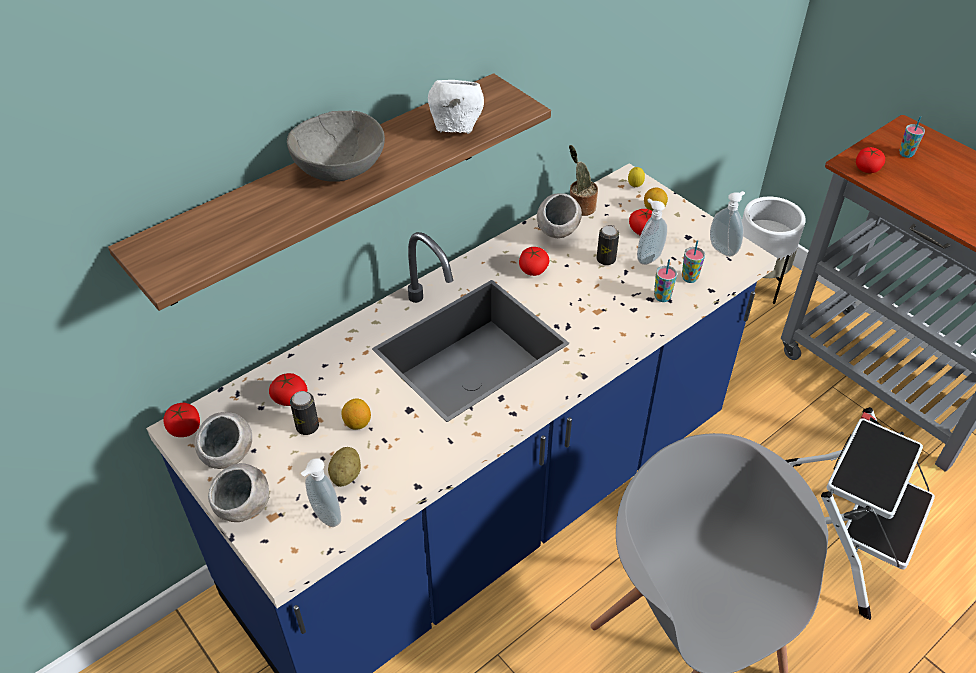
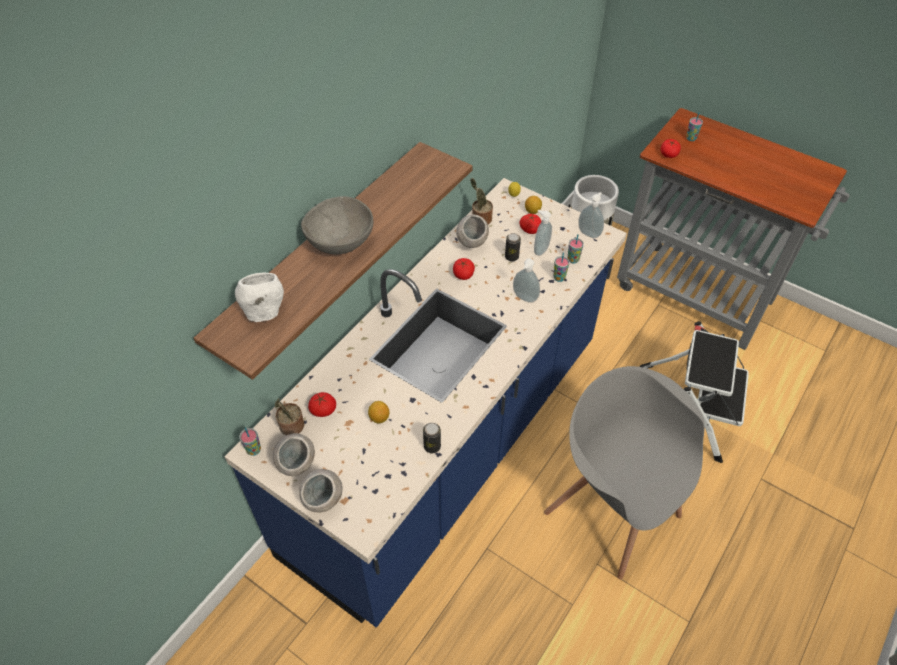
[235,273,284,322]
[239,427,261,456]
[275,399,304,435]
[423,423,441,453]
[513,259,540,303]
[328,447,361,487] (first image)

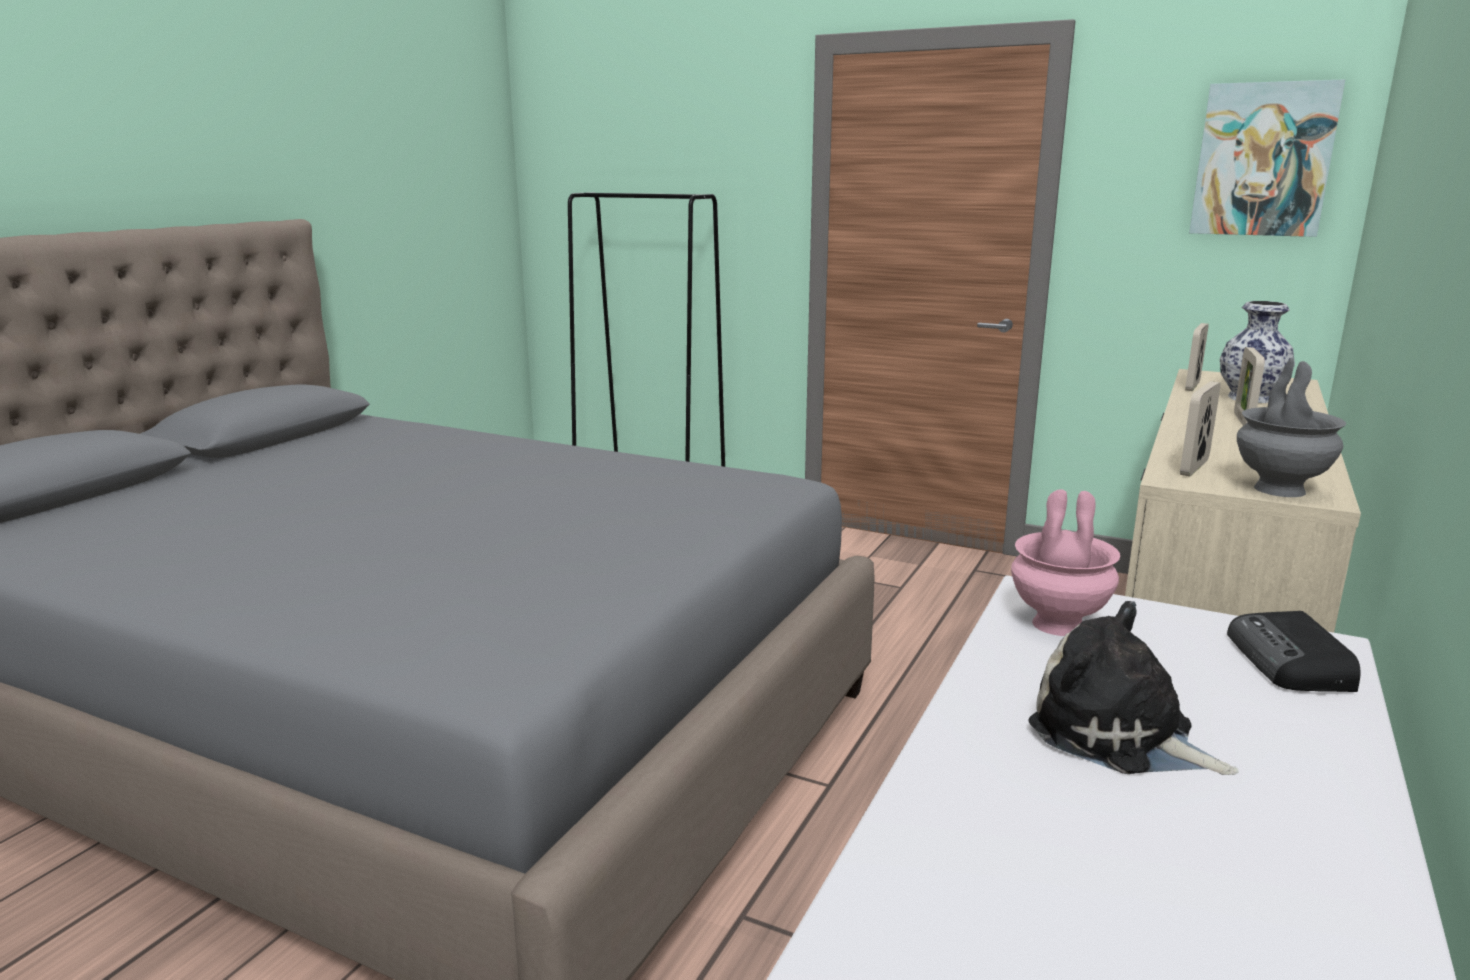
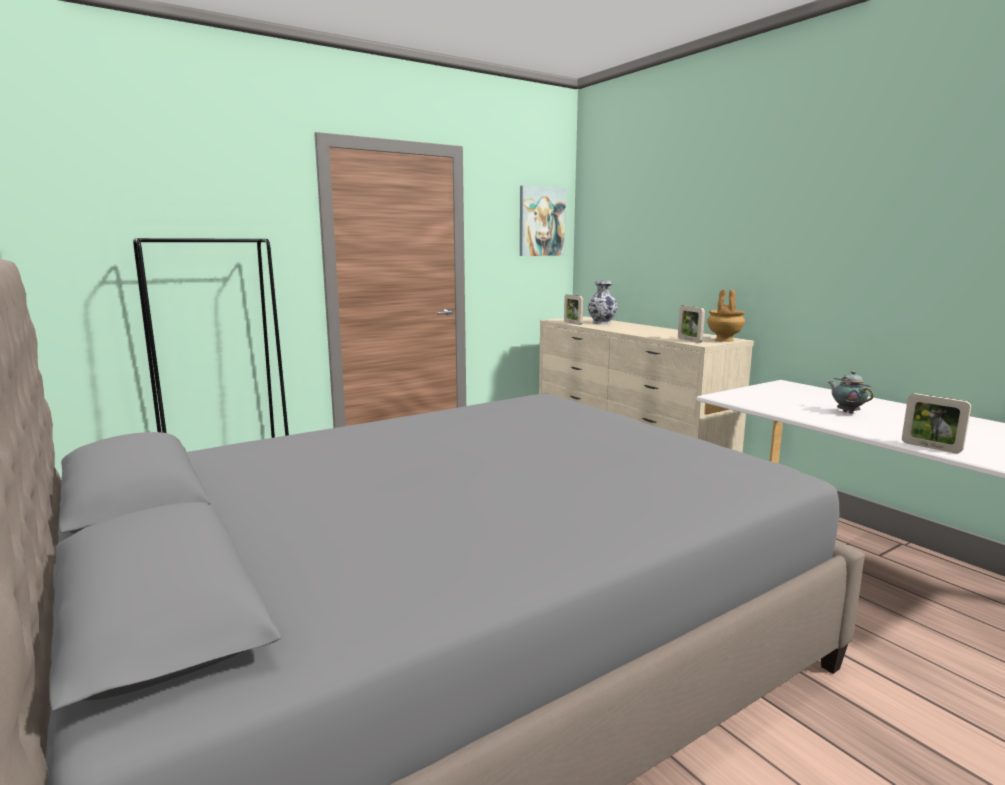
[707,289,745,342]
[828,371,874,414]
[902,393,971,453]
[1011,489,1120,636] (first image)
[1227,611,1360,692] (first image)

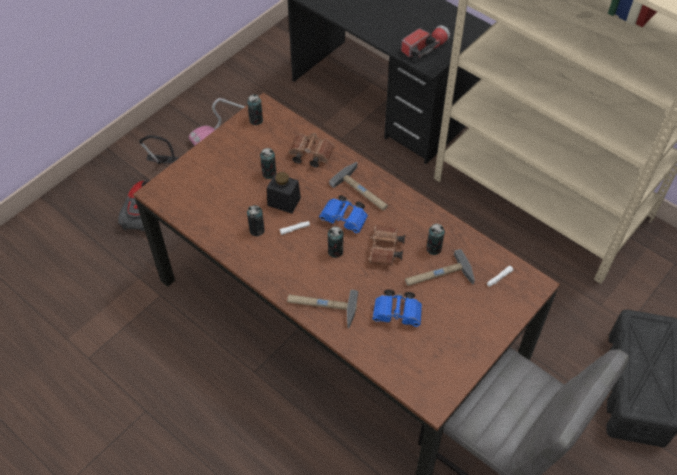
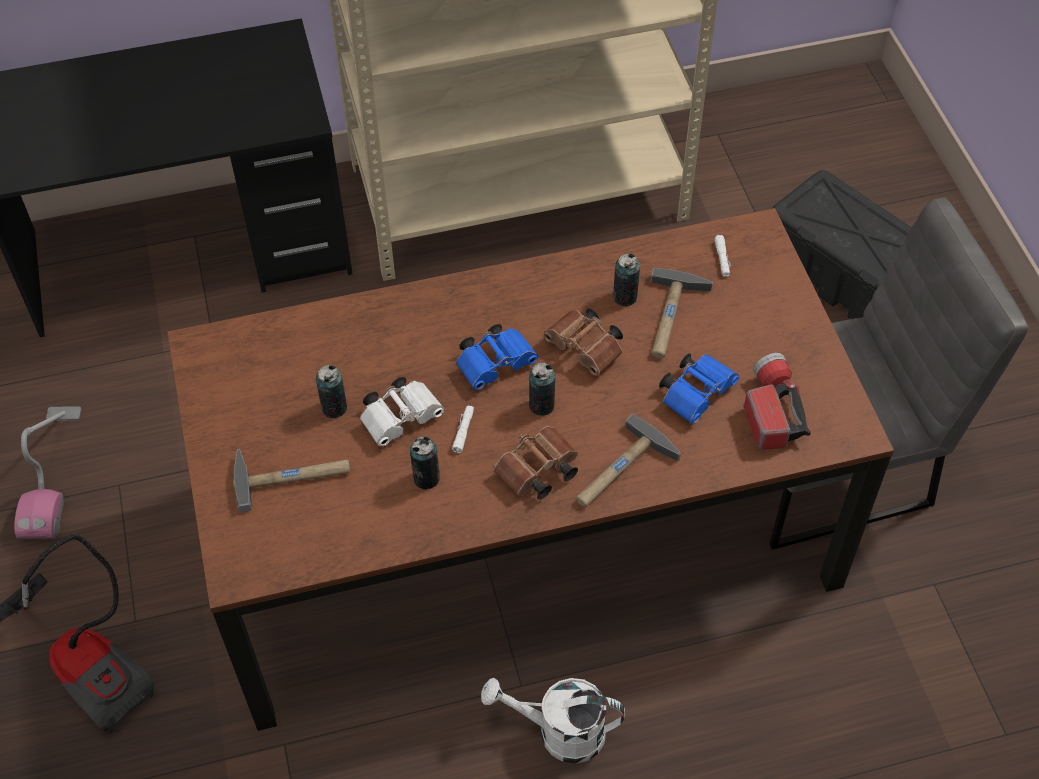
[233,449,350,512]
[360,377,444,447]
[481,678,625,764]
[493,426,578,500]
[744,353,811,450]
[247,94,263,125] (first image)

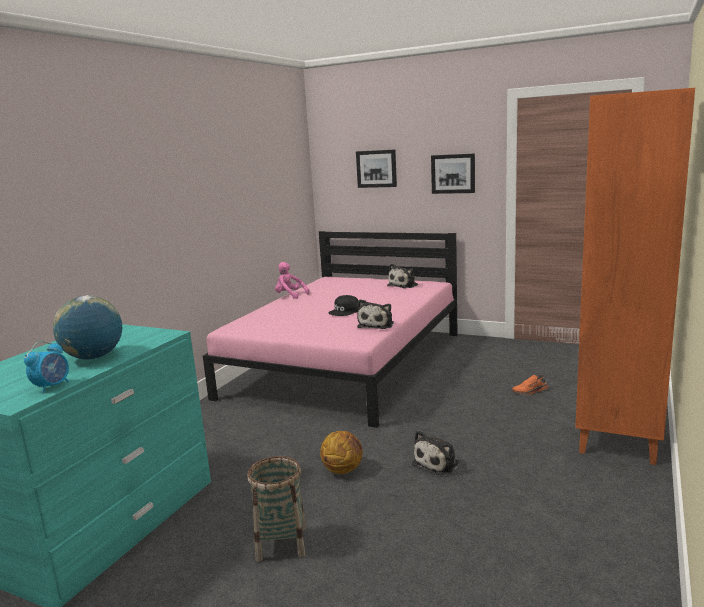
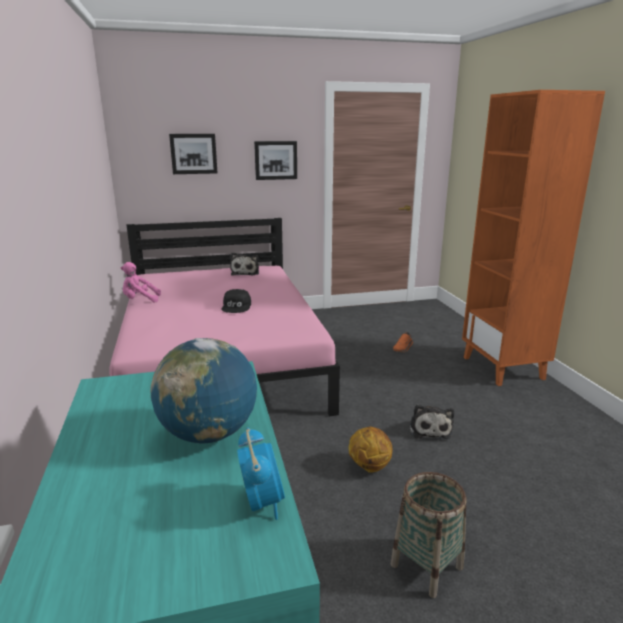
[357,299,394,329] (first image)

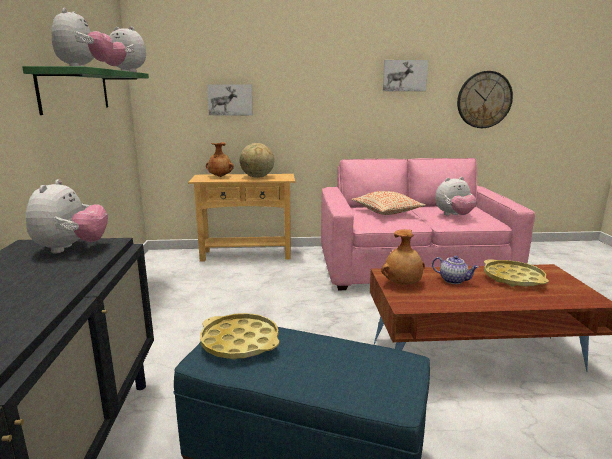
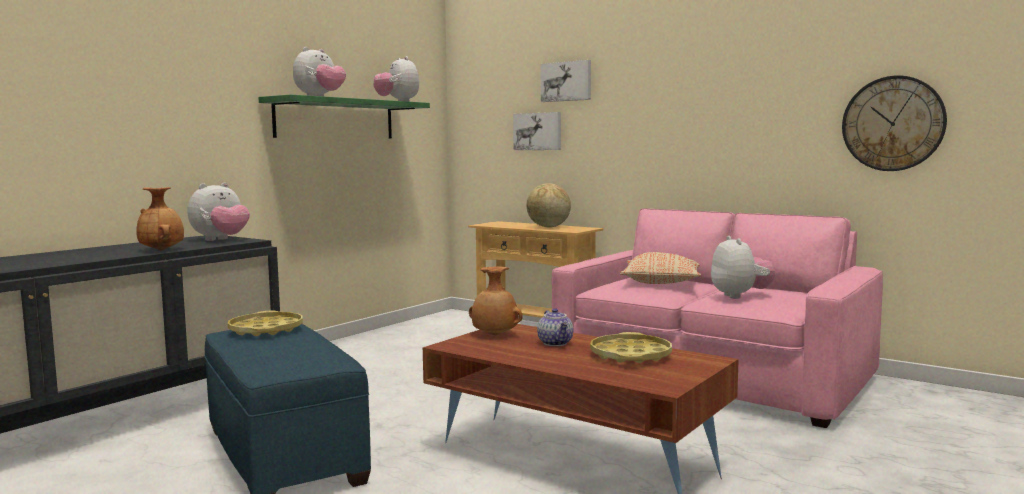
[136,187,184,250]
[541,60,591,102]
[711,236,775,299]

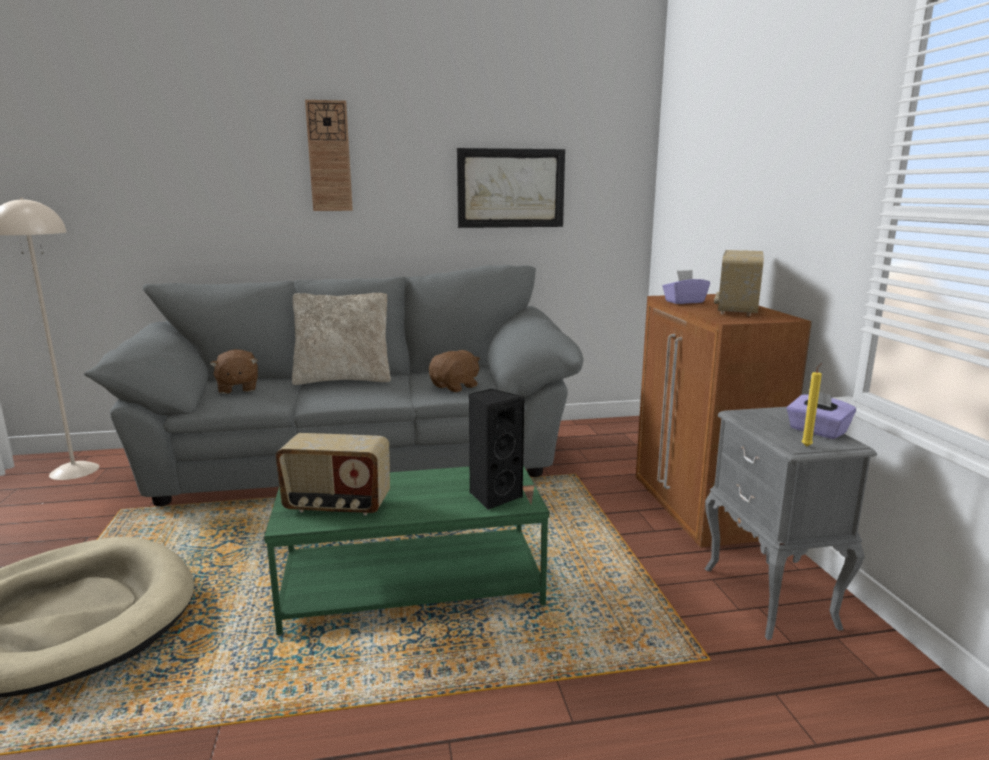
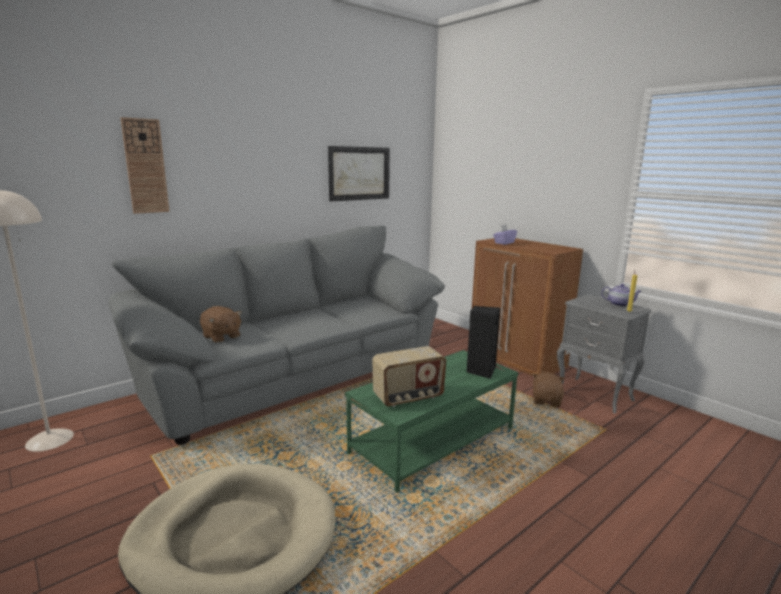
[120,117,170,214]
[532,372,565,407]
[601,284,642,307]
[292,292,391,385] (first image)
[714,250,764,316] (first image)

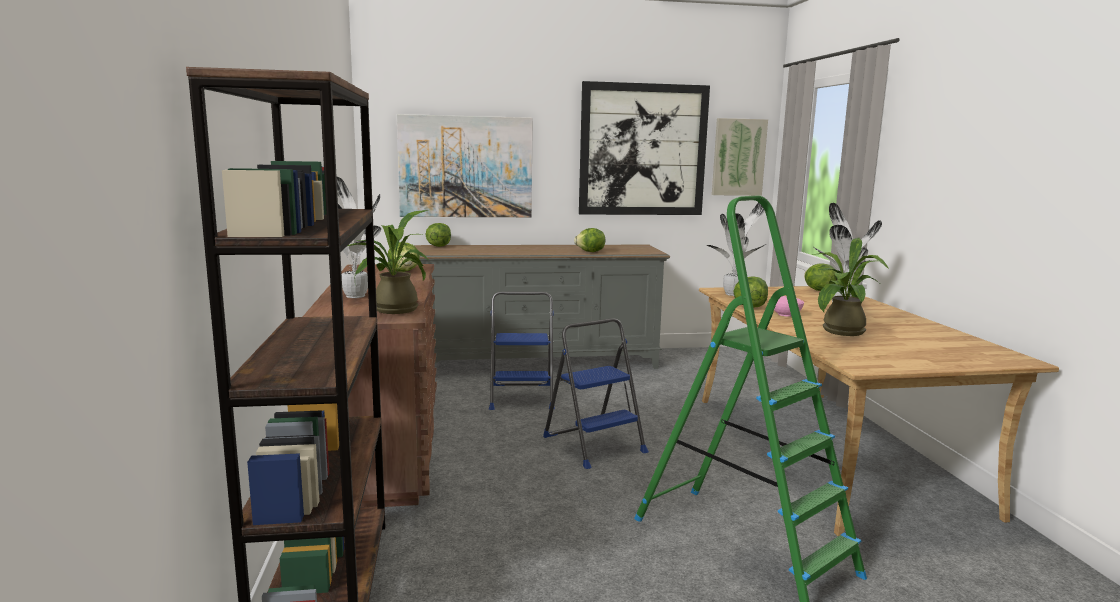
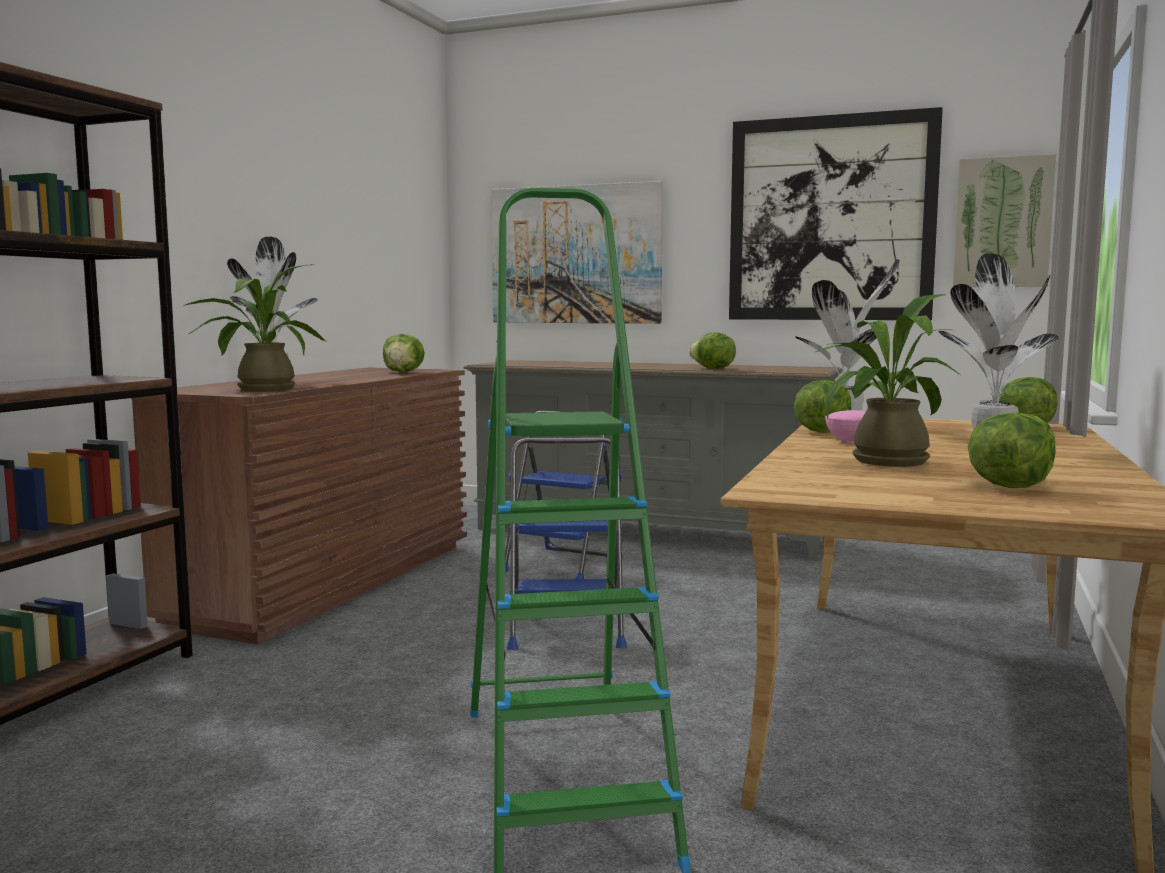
[968,413,1056,488]

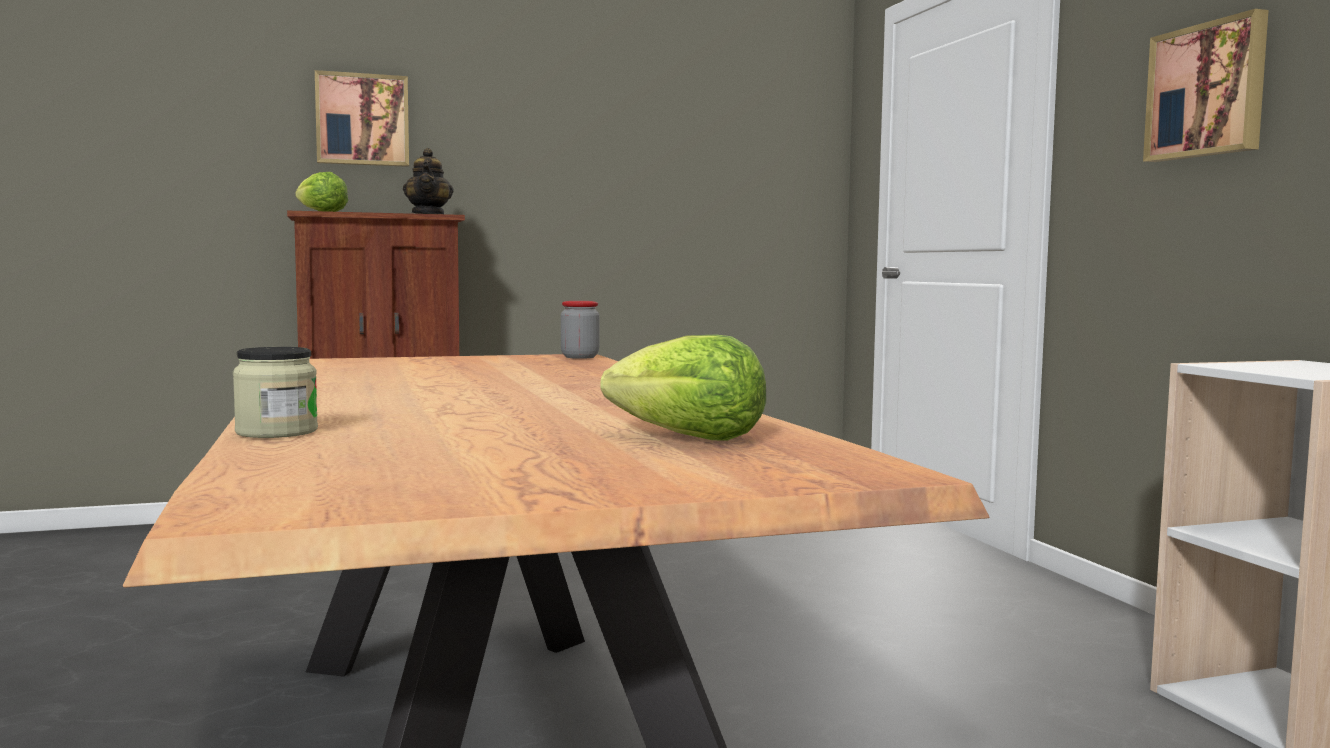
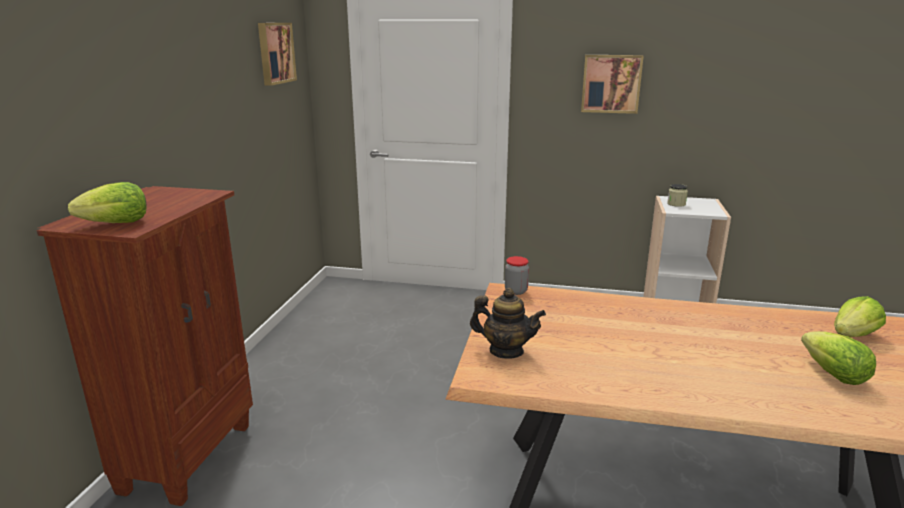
[258,23,297,86]
[470,288,546,359]
[667,184,688,207]
[801,331,876,385]

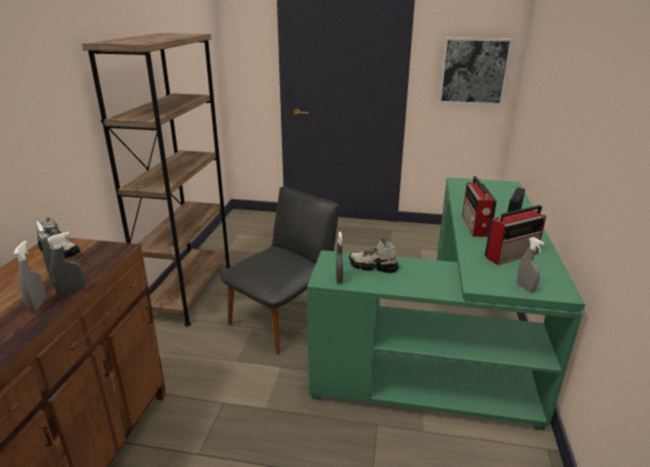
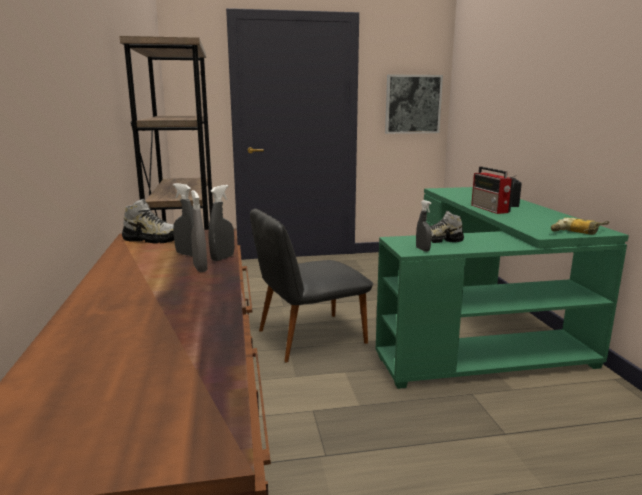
[250,209,373,363]
[551,218,609,235]
[485,205,546,265] (first image)

